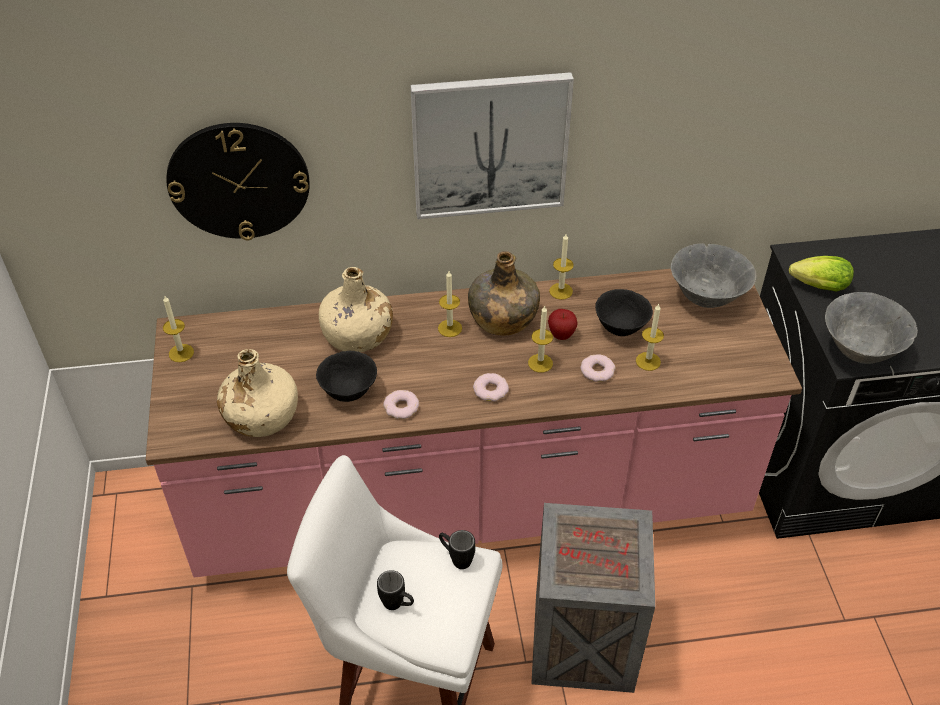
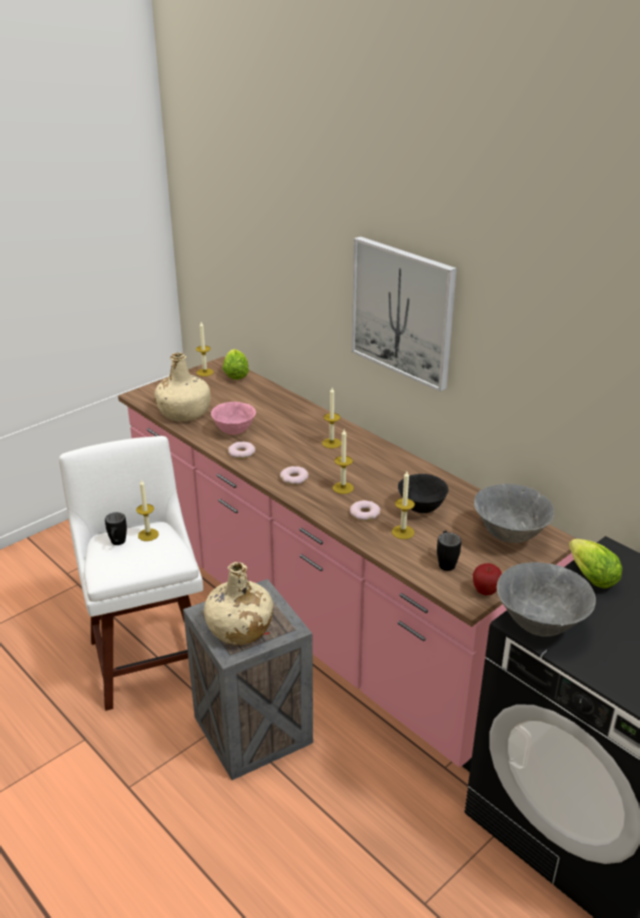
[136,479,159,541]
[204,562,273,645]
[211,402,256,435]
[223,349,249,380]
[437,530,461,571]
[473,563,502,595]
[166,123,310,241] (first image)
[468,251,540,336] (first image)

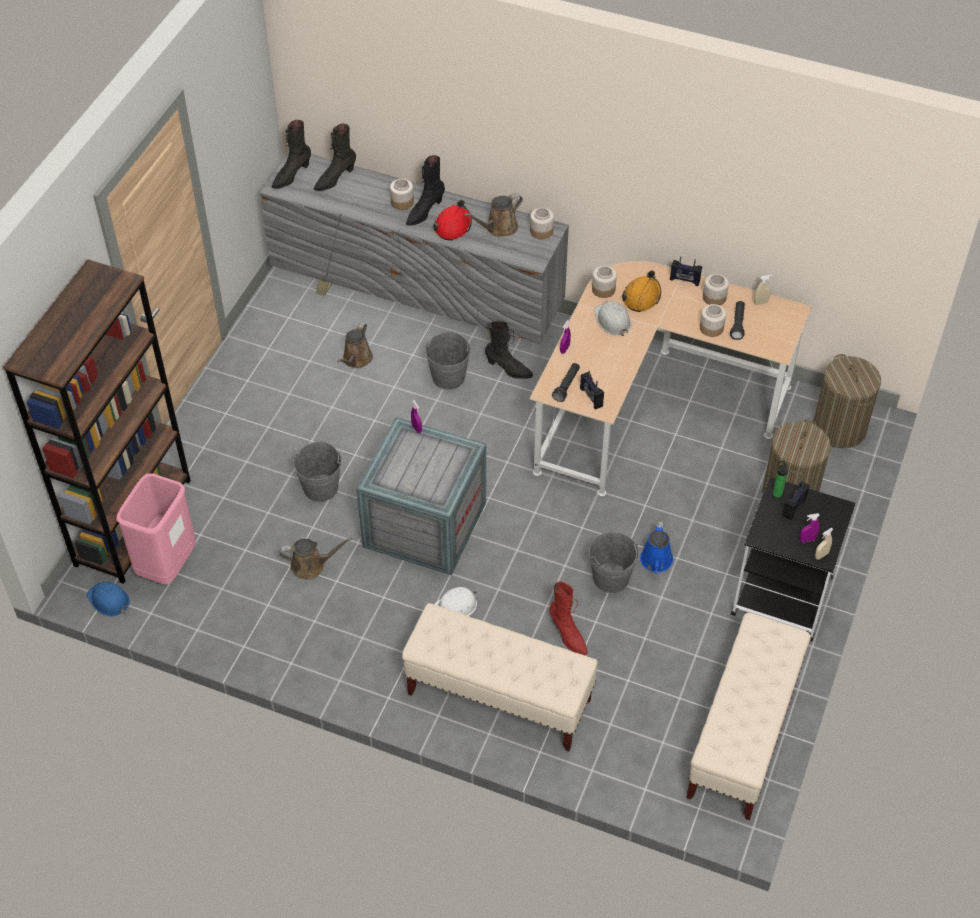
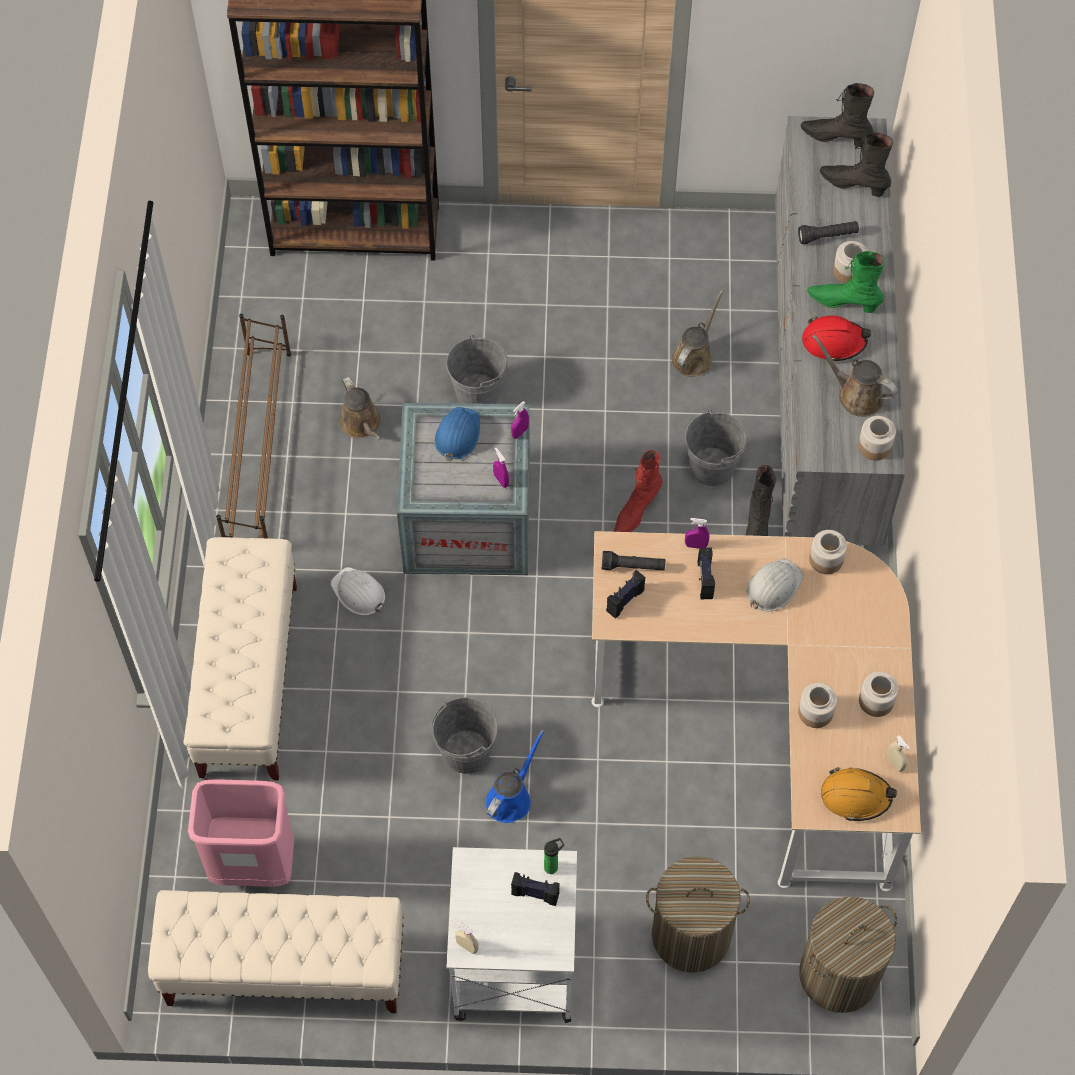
[188,779,294,887]
[216,314,291,538]
[435,407,480,461]
[446,847,577,1023]
[486,730,545,823]
[493,447,509,488]
[614,450,662,532]
[672,289,724,377]
[698,547,715,599]
[798,221,859,244]
[807,251,885,313]
[821,767,897,821]

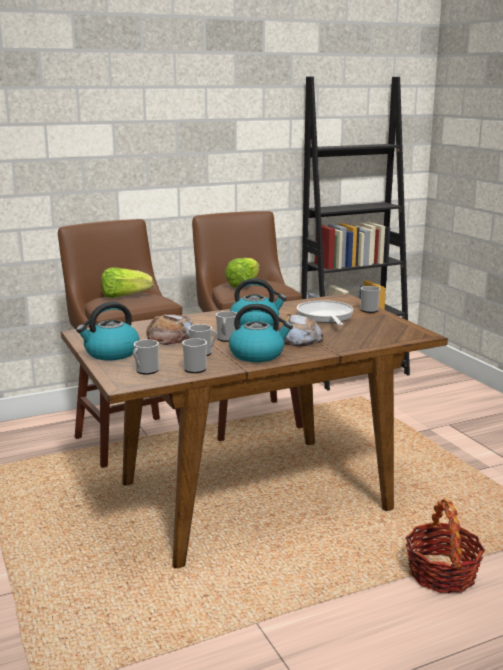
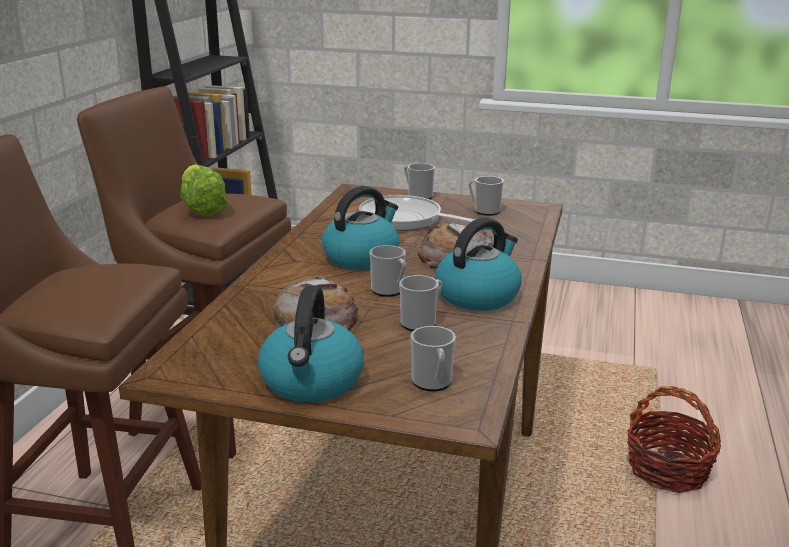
[468,176,504,216]
[101,267,154,298] (first image)

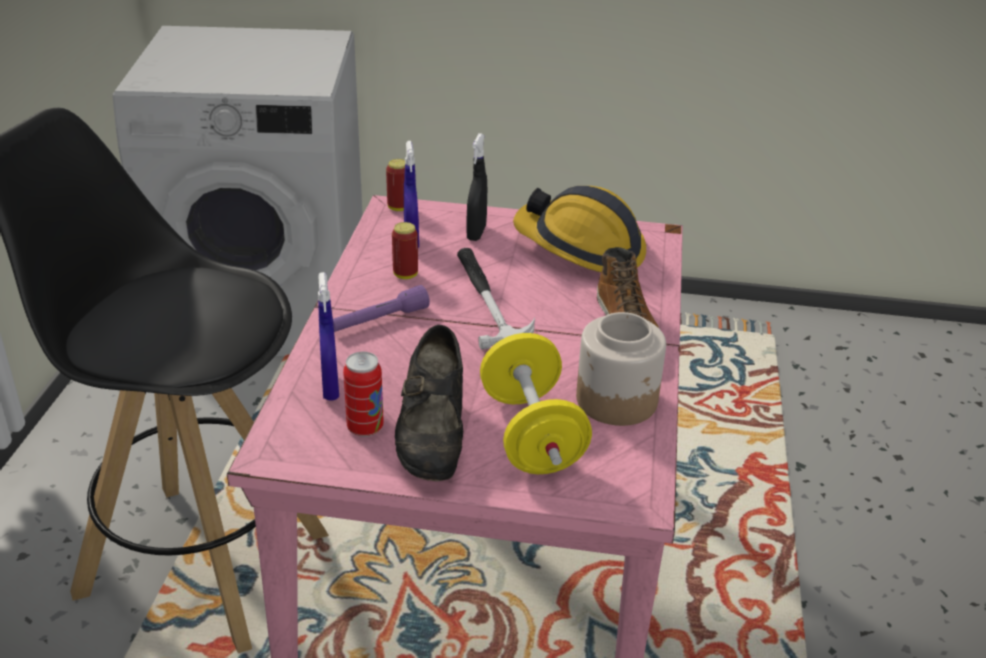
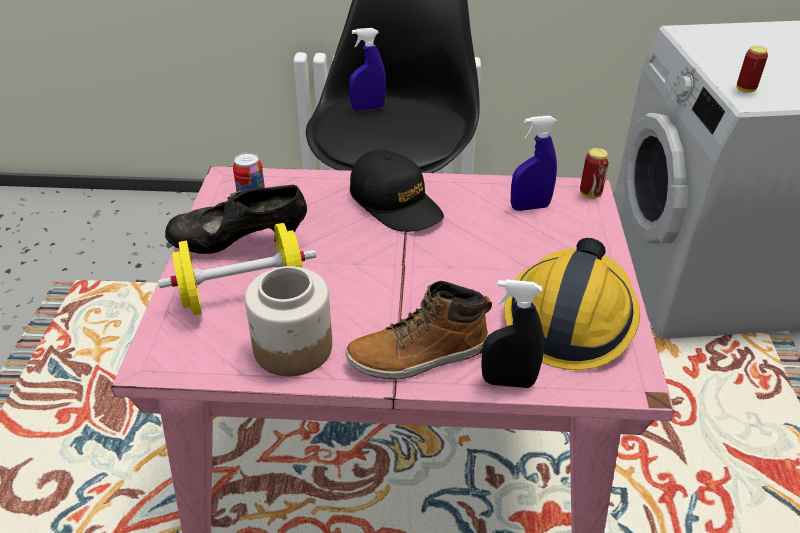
[349,28,386,111]
[350,150,444,232]
[481,279,544,388]
[736,46,768,92]
[457,248,535,350] (first image)

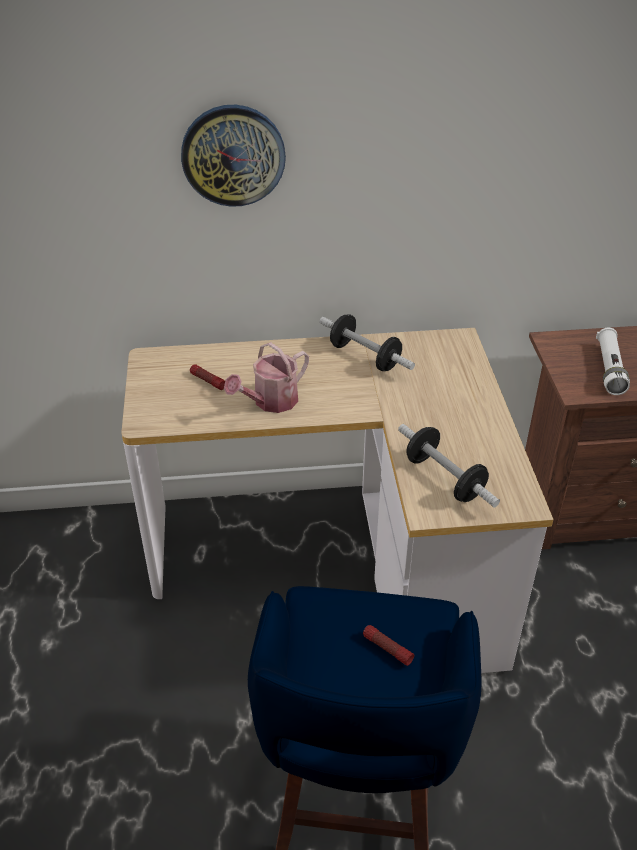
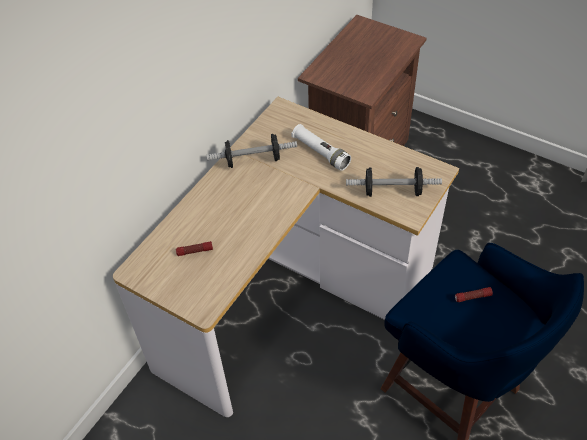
[291,124,351,171]
[181,105,286,207] (first image)
[224,342,309,413] (first image)

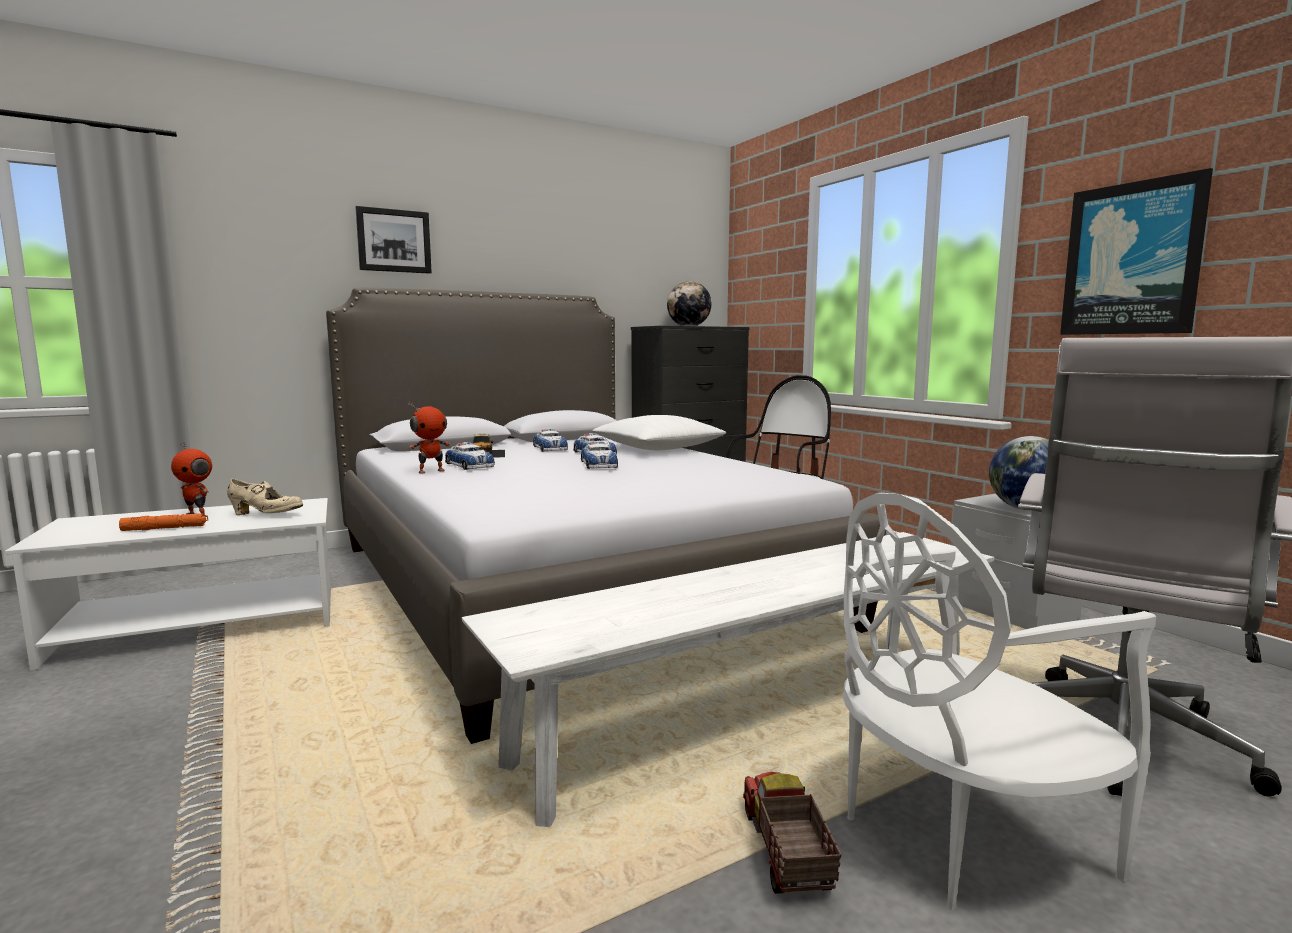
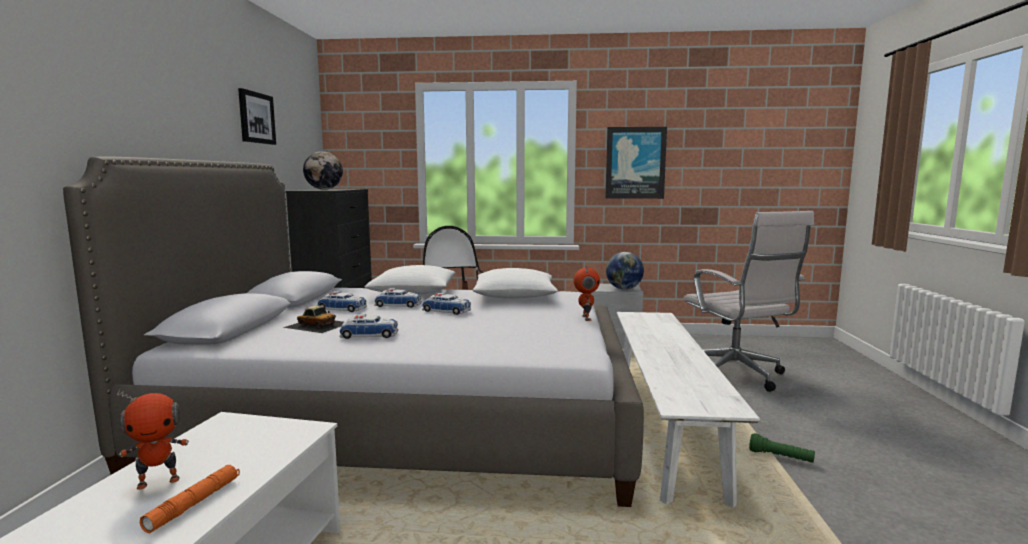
[238,88,276,145]
[473,268,558,299]
[573,266,600,321]
[749,433,815,463]
[227,479,303,515] (first image)
[842,493,1156,910] (first image)

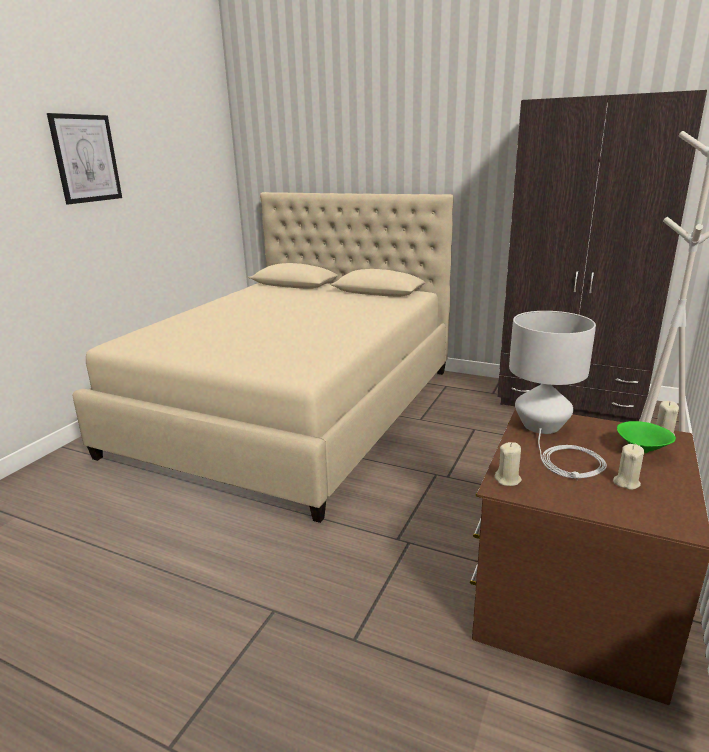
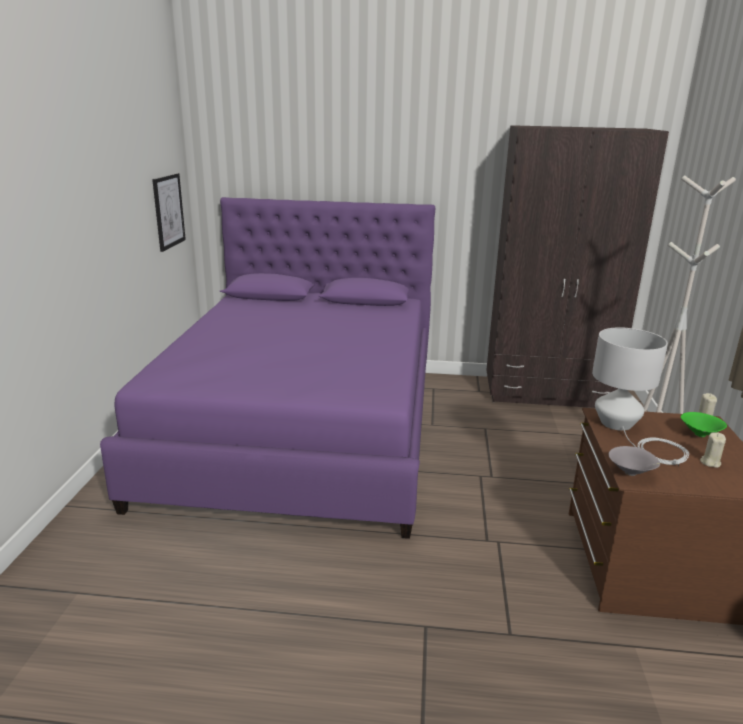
[100,197,435,539]
[152,173,186,252]
[608,446,660,476]

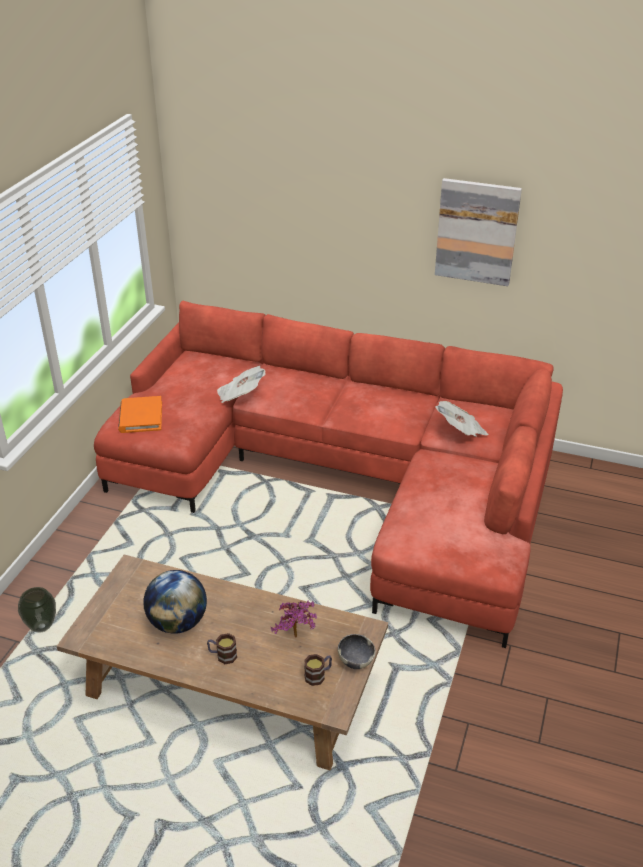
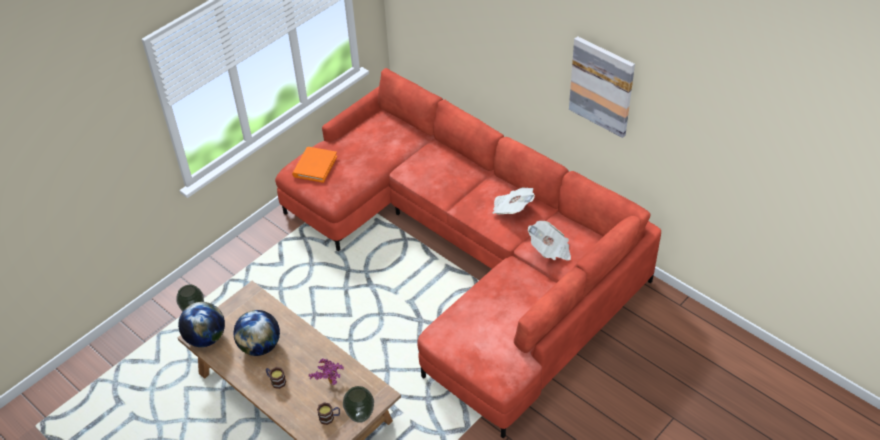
[178,302,225,347]
[343,386,374,423]
[493,187,535,215]

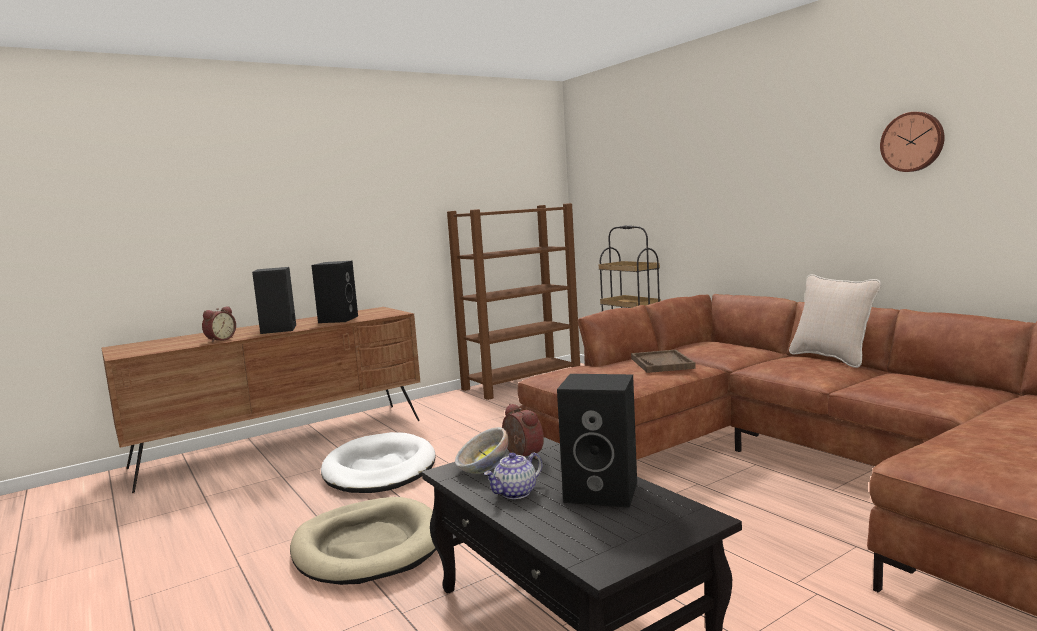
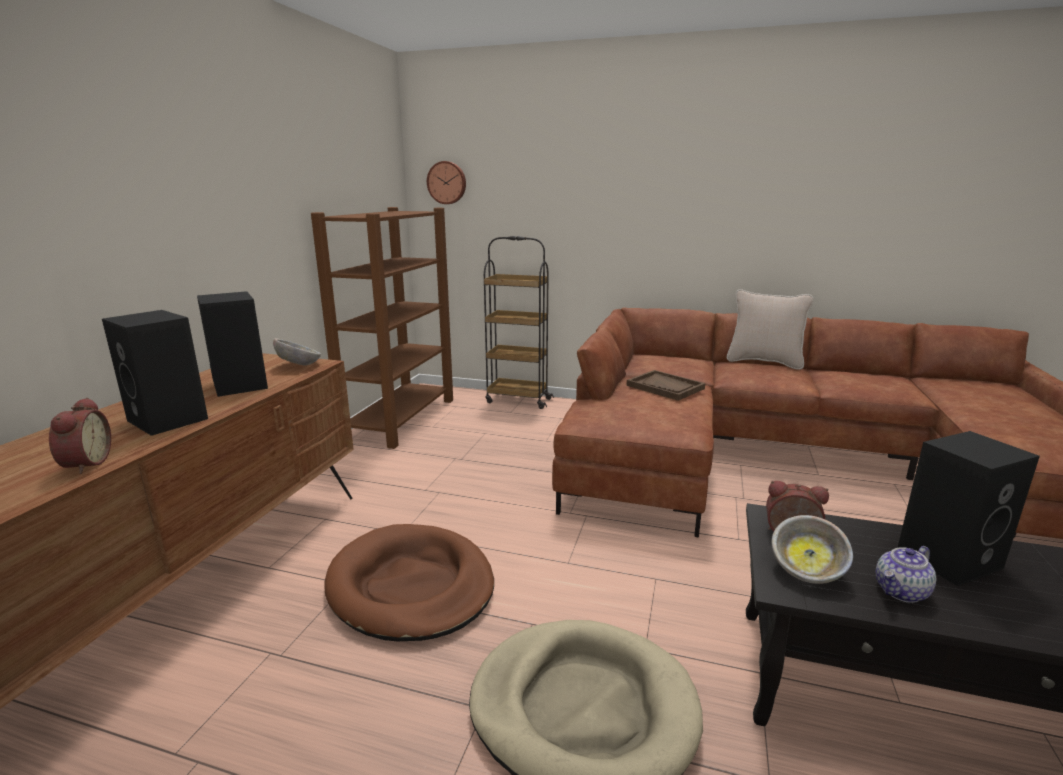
[273,339,321,366]
[324,524,494,641]
[427,161,466,204]
[876,546,936,603]

